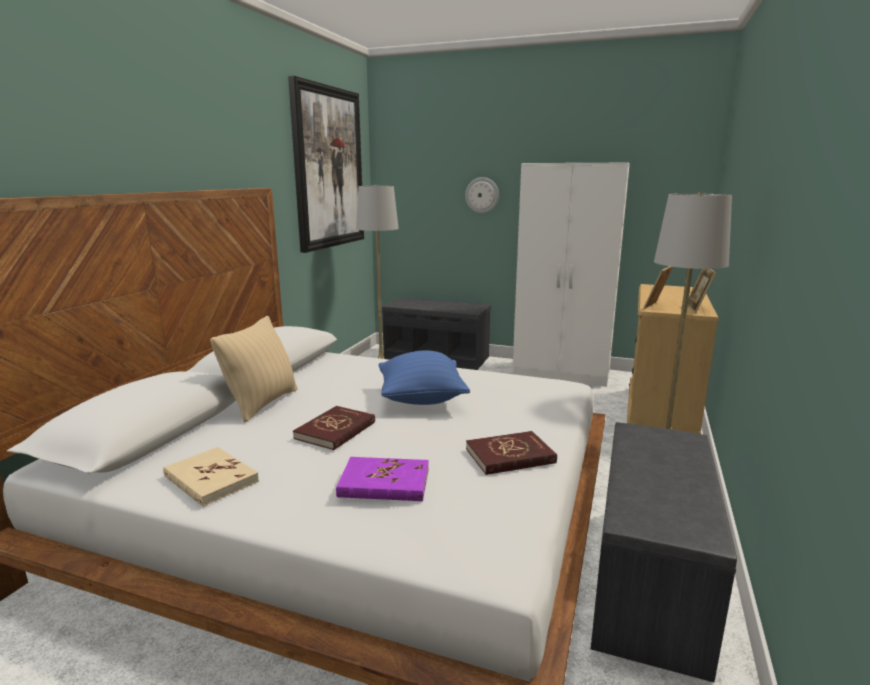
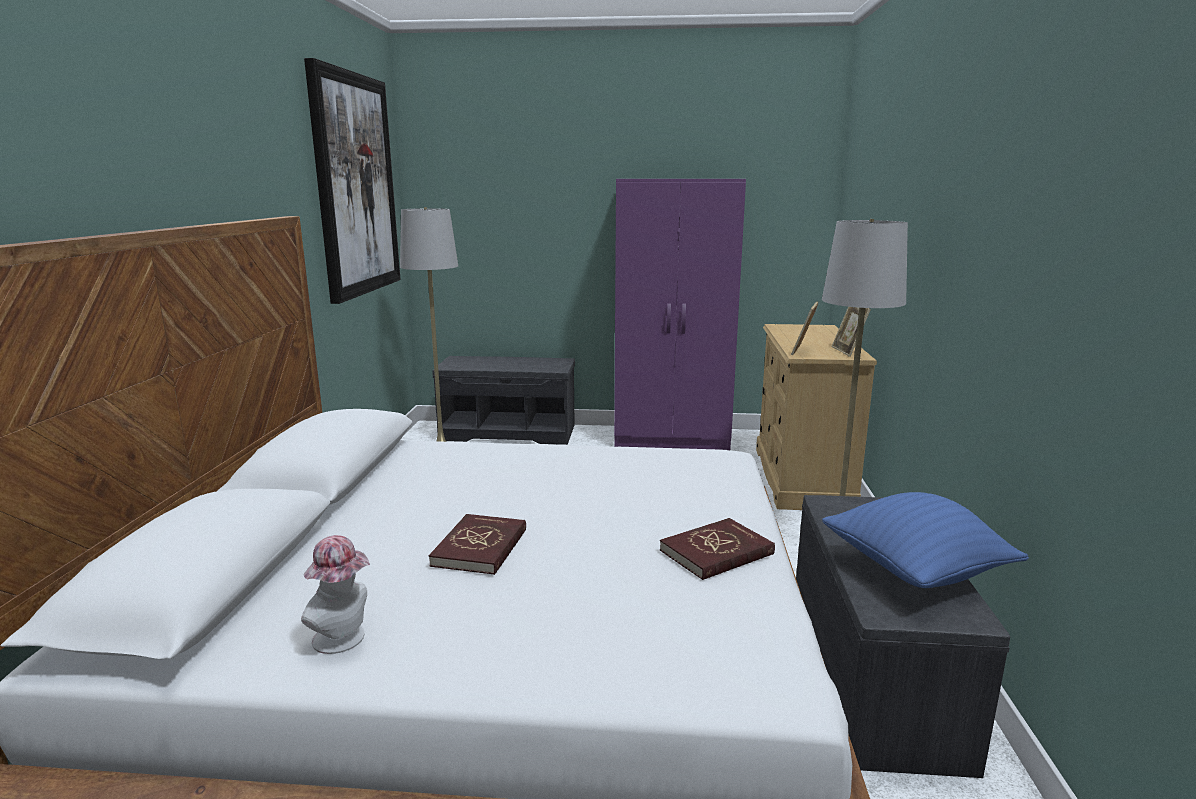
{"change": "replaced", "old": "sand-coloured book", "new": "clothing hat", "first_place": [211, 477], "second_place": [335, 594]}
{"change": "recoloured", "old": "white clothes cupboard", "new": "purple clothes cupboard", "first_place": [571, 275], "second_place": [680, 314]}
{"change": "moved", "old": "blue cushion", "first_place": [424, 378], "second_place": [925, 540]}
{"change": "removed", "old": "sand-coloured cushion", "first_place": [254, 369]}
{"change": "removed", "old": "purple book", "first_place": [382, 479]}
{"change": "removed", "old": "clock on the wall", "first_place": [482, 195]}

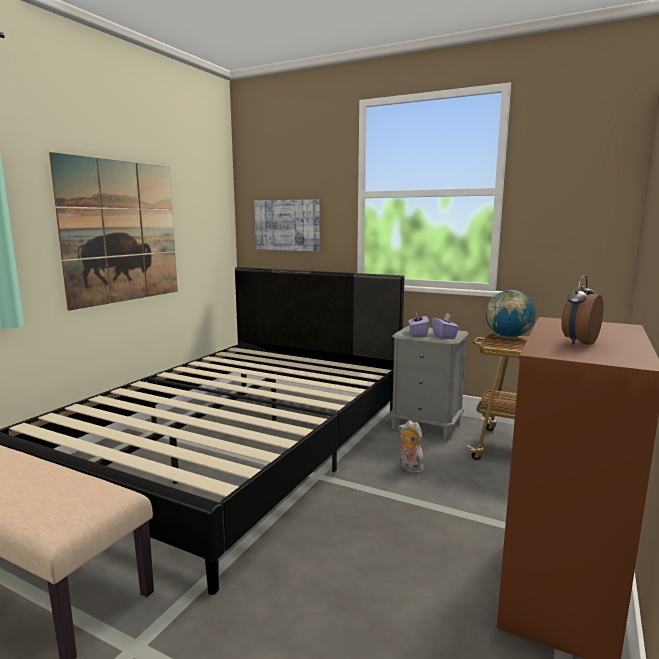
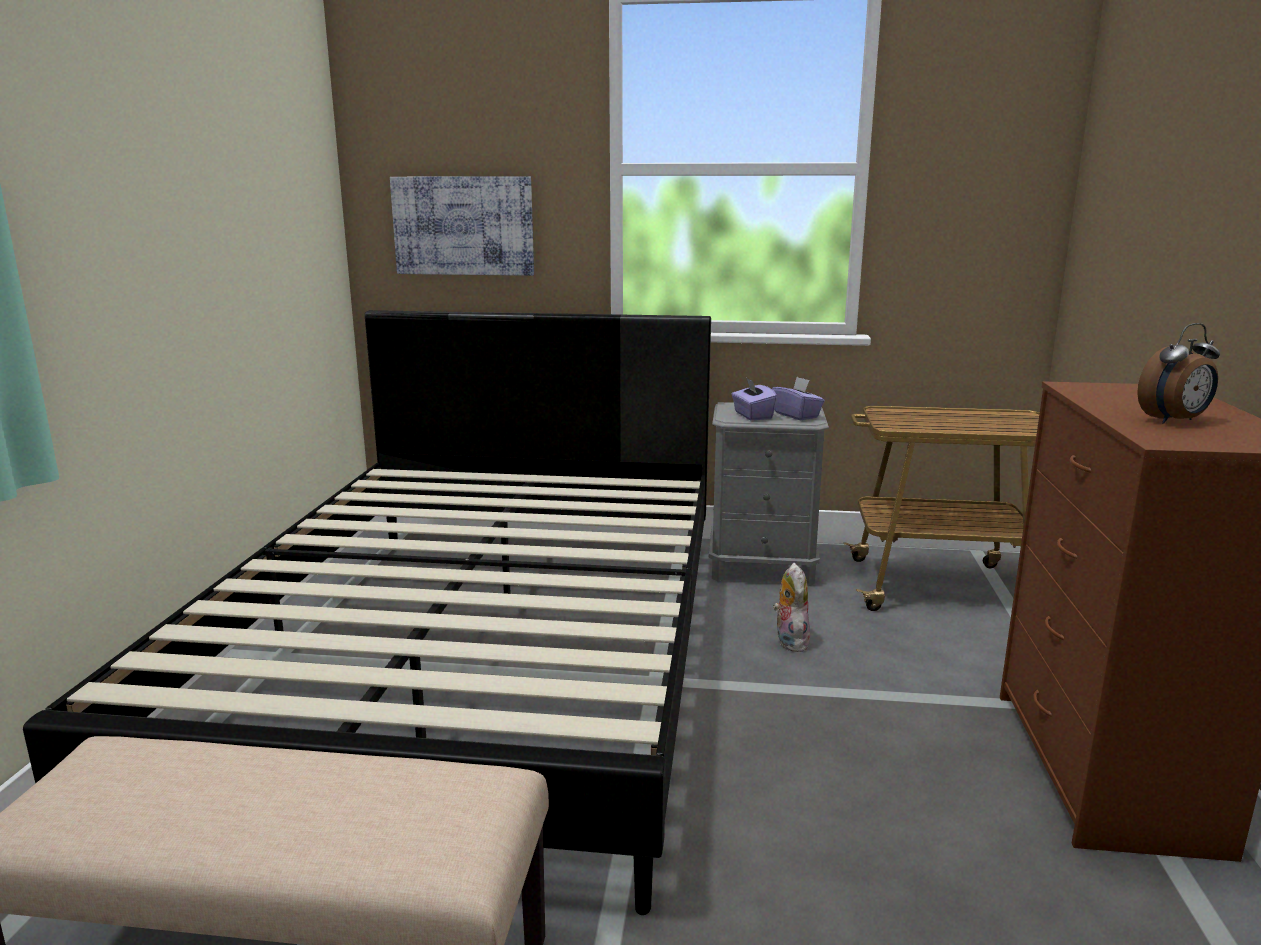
{"change": "turned", "old": "soft toy", "first_place": [411, 446], "second_place": [791, 607], "degrees": 60}
{"change": "turned", "old": "table clock", "first_place": [582, 310], "second_place": [1178, 373], "degrees": -135}
{"change": "removed", "old": "wall picture", "first_place": [113, 231]}
{"change": "removed", "old": "world globe", "first_place": [511, 313]}

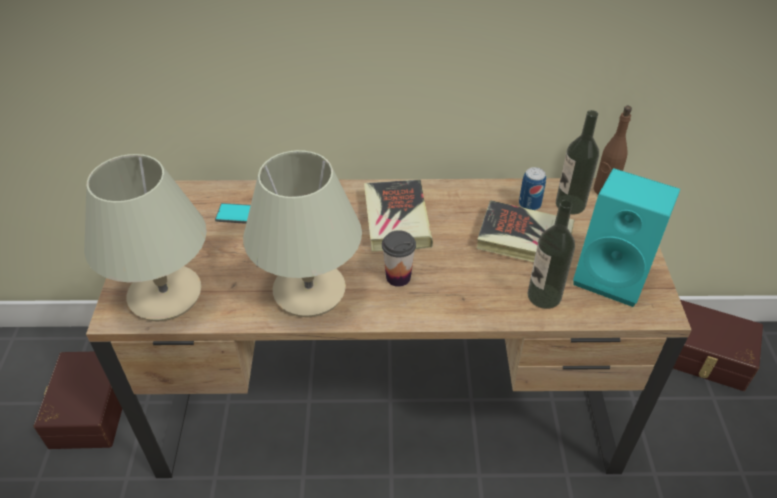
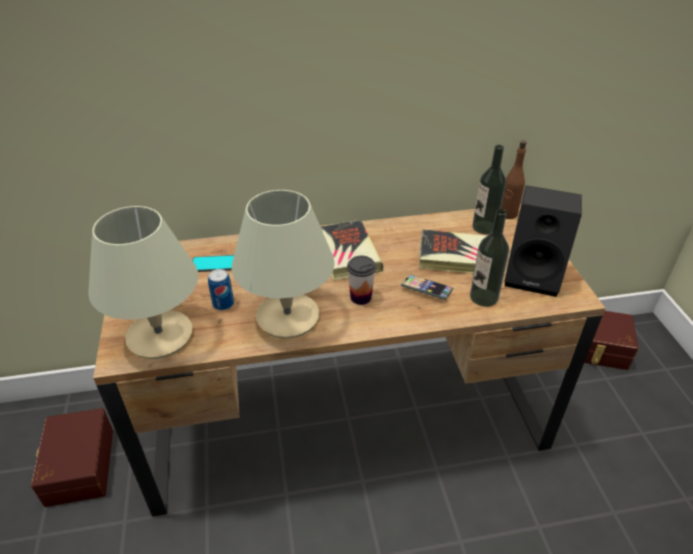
{"change": "moved", "old": "can", "first_place": [532, 188], "second_place": [221, 290]}
{"change": "added", "new": "handset", "second_place": [427, 287]}
{"change": "recoloured", "old": "turquoise loudspeaker", "new": "blackish loudspeaker", "first_place": [626, 237], "second_place": [543, 241]}

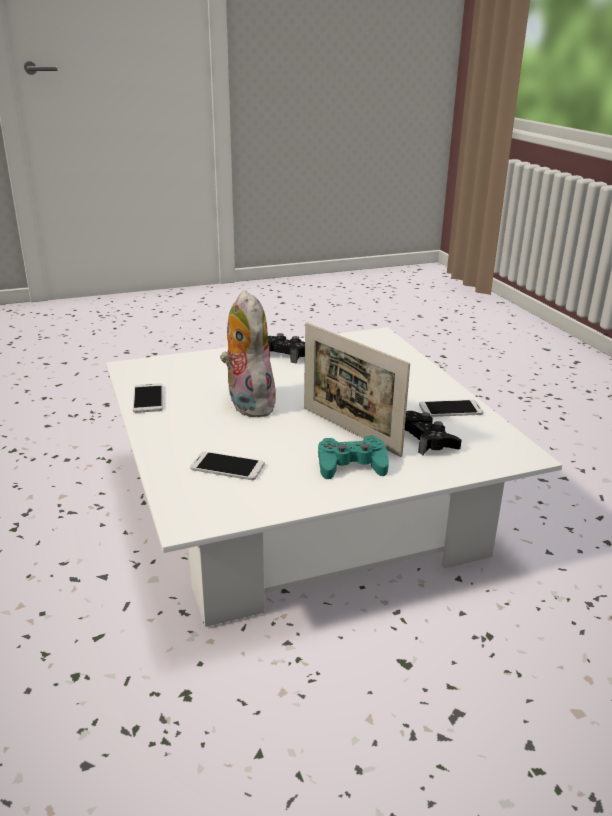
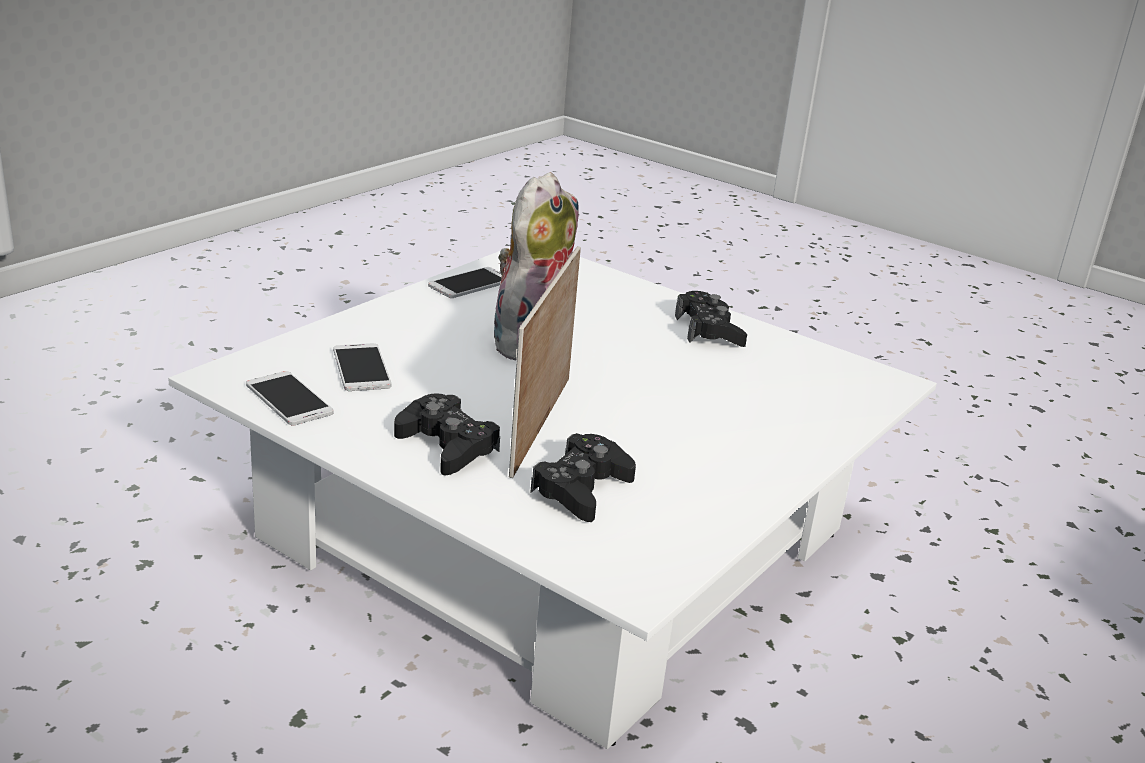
{"change": "moved", "old": "handset", "first_place": [451, 408], "second_place": [290, 398]}
{"change": "recoloured", "old": "turquoise game controller", "new": "blackish game controller", "first_place": [353, 457], "second_place": [447, 434]}

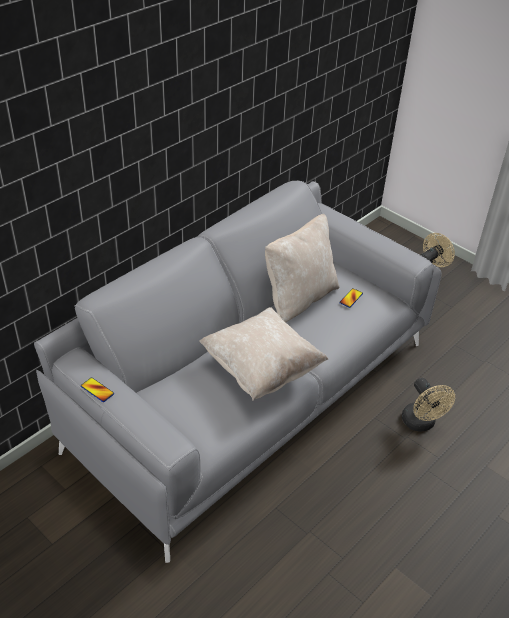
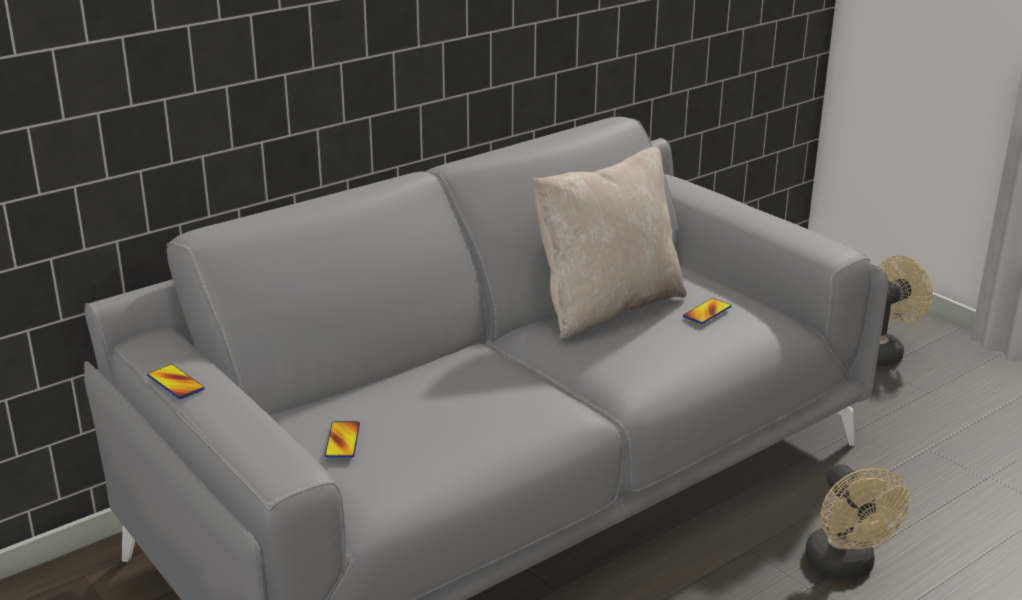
{"change": "added", "new": "handset", "second_place": [342, 439]}
{"change": "removed", "old": "sand-coloured cushion", "first_place": [263, 354]}

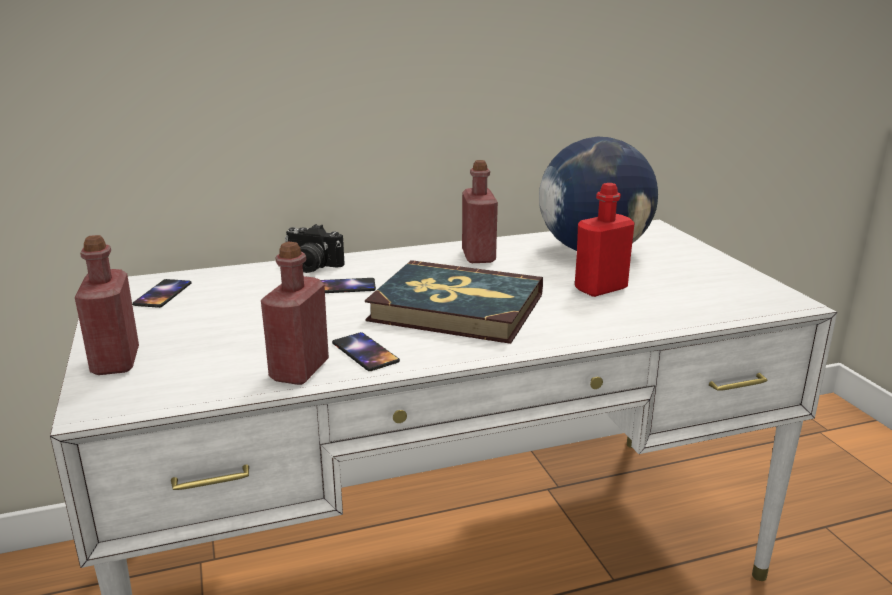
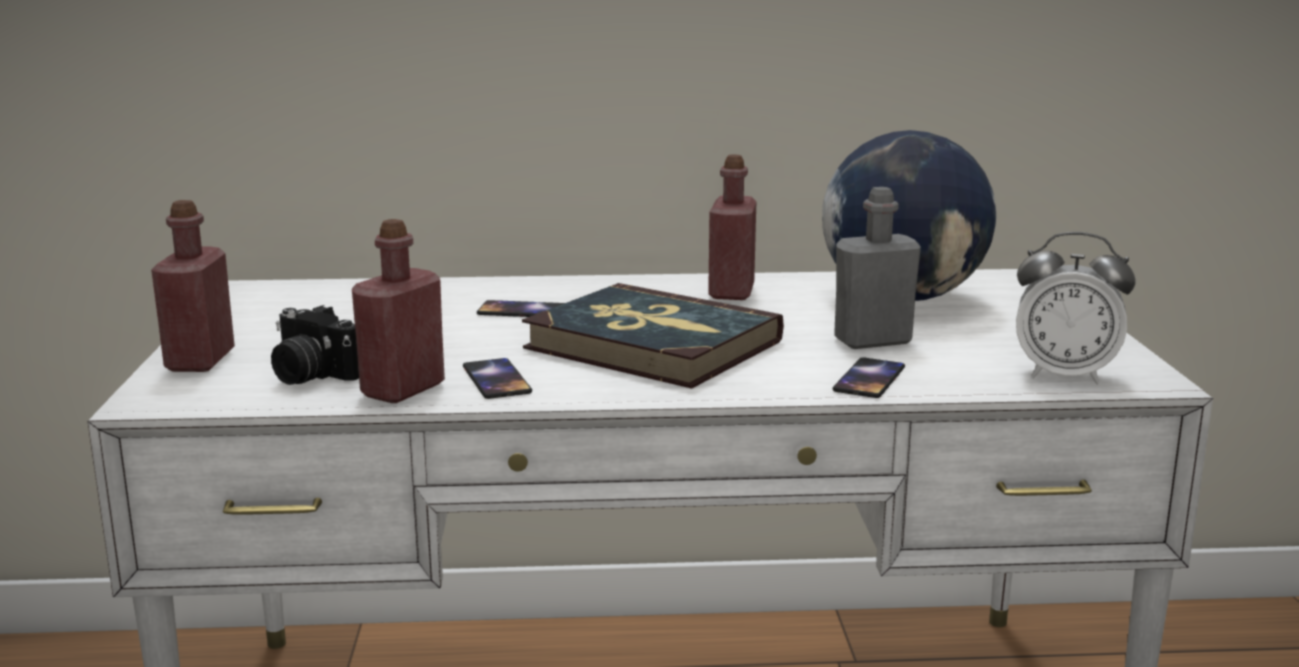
{"change": "moved", "old": "still camera", "first_place": [315, 248], "second_place": [315, 345]}
{"change": "moved", "old": "handset", "first_place": [161, 293], "second_place": [869, 377]}
{"change": "recoloured", "old": "reddish beverage bottle", "new": "gray beverage bottle", "first_place": [604, 240], "second_place": [877, 268]}
{"change": "added", "new": "table clock", "second_place": [1076, 308]}

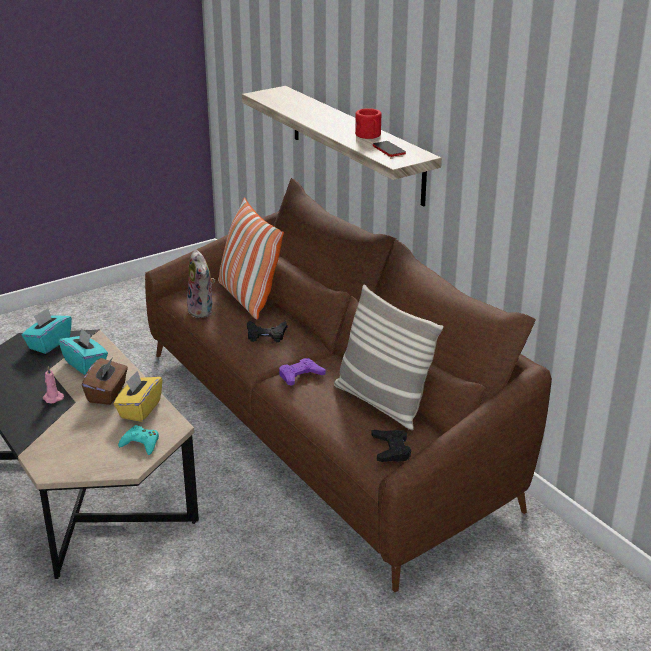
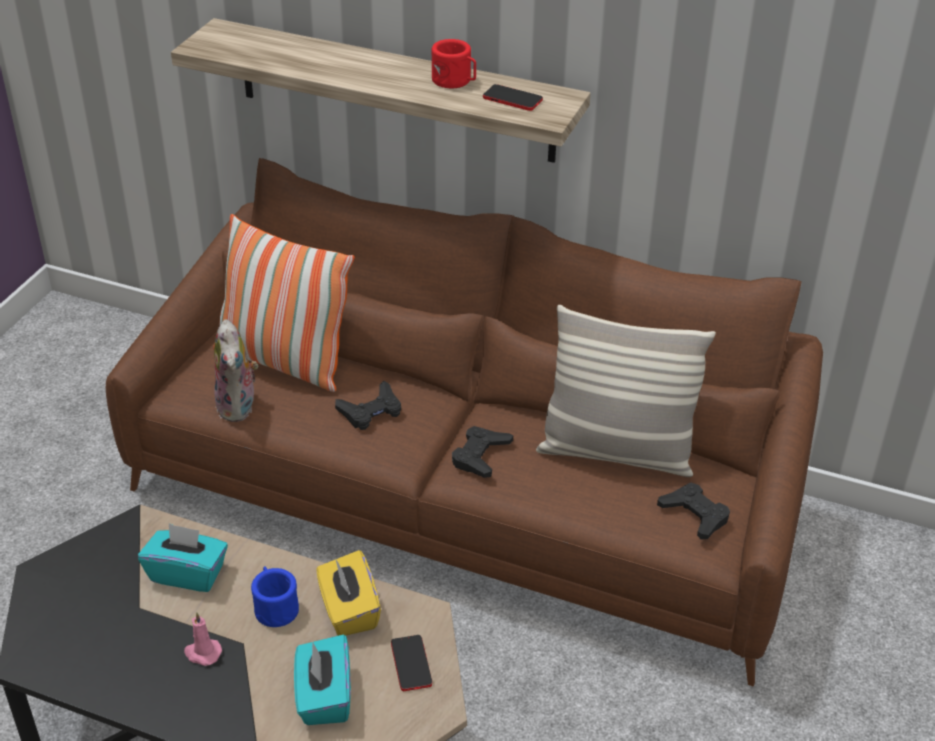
{"change": "turned", "old": "soft toy", "first_place": [201, 283], "second_place": [236, 370], "degrees": 45}
{"change": "replaced", "old": "brown tissue box", "new": "blue tea mug", "first_place": [105, 381], "second_place": [275, 596]}
{"change": "moved", "old": "turquoise tissue box", "first_place": [46, 331], "second_place": [322, 680]}
{"change": "replaced", "old": "turquoise game controller", "new": "handset", "first_place": [138, 440], "second_place": [411, 663]}
{"change": "recoloured", "old": "purple game controller", "new": "blackish game controller", "first_place": [302, 372], "second_place": [482, 452]}

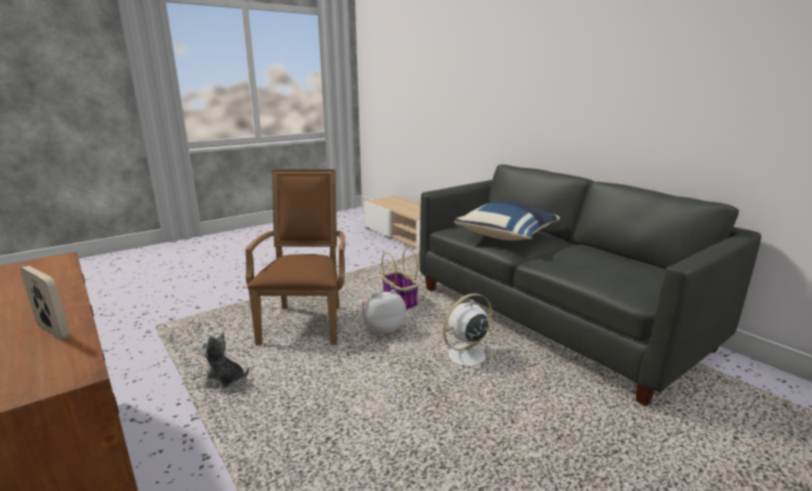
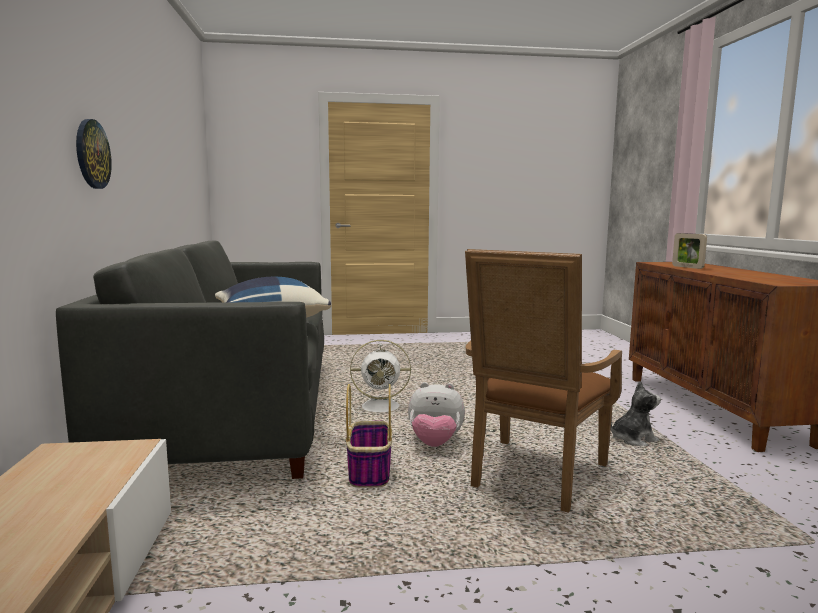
{"change": "added", "new": "clock on the wall", "second_place": [94, 154]}
{"change": "turned", "old": "soft toy", "first_place": [223, 362], "second_place": [636, 413], "degrees": -60}

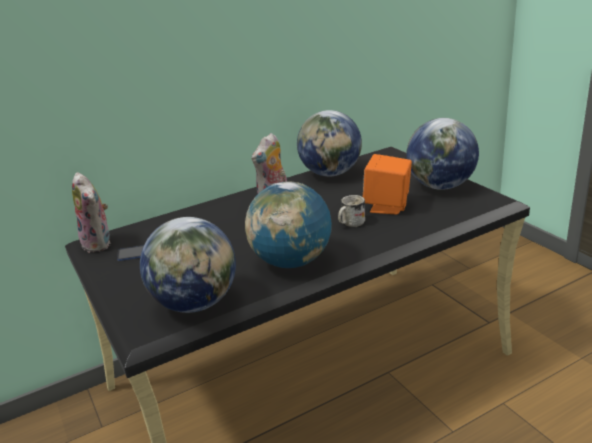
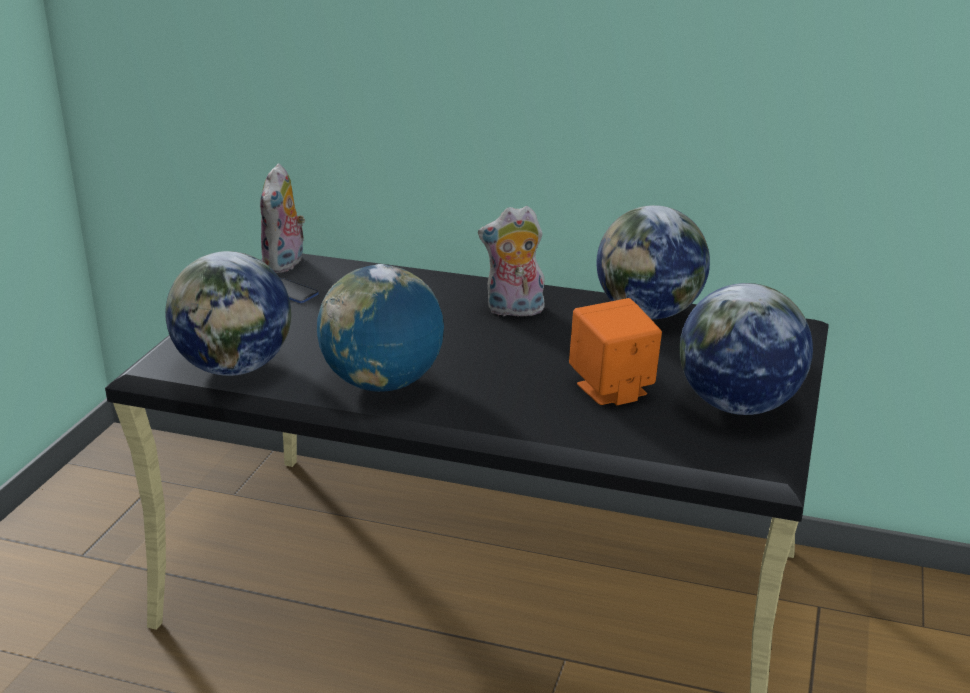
{"change": "removed", "old": "white tea mug", "first_place": [351, 211]}

